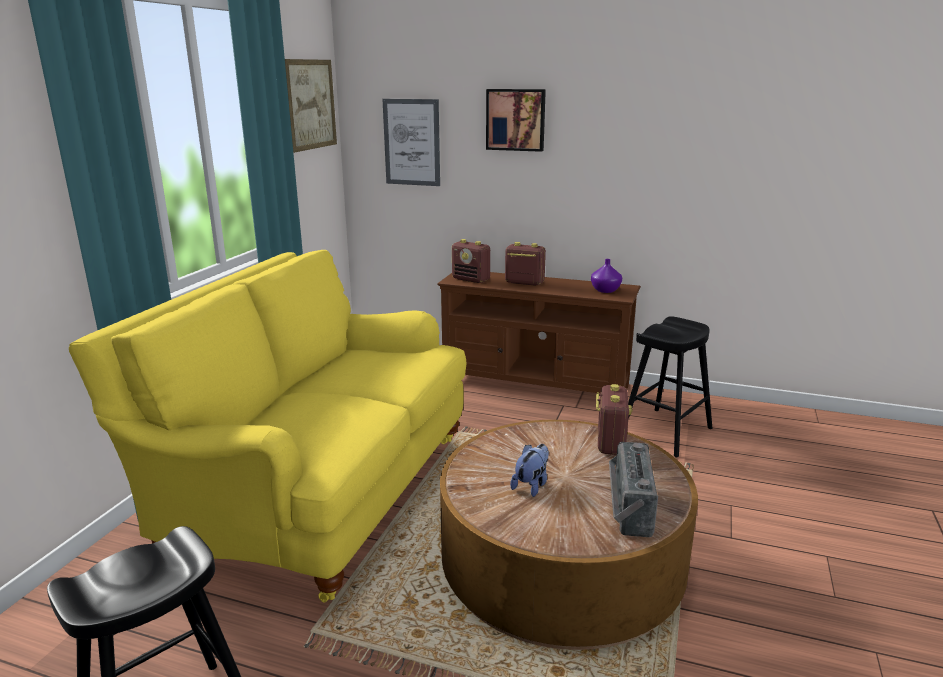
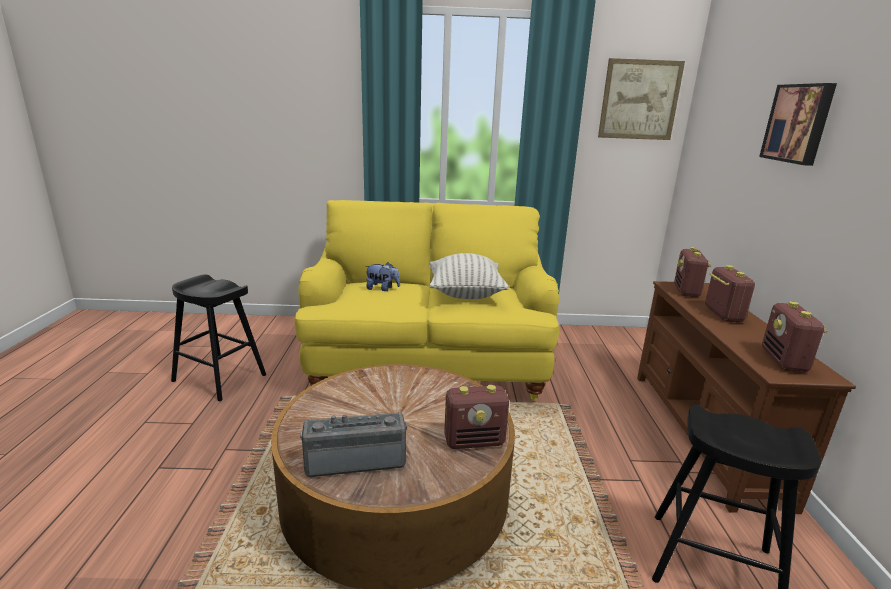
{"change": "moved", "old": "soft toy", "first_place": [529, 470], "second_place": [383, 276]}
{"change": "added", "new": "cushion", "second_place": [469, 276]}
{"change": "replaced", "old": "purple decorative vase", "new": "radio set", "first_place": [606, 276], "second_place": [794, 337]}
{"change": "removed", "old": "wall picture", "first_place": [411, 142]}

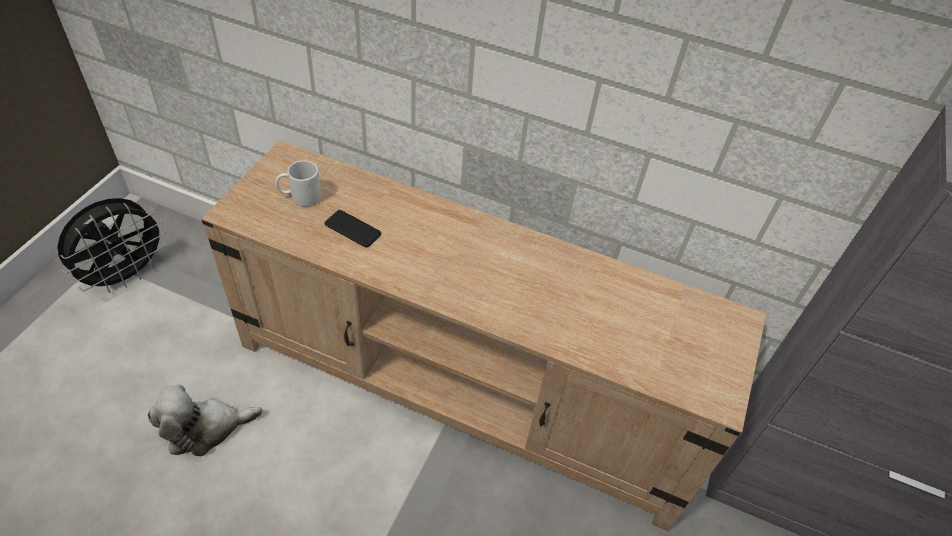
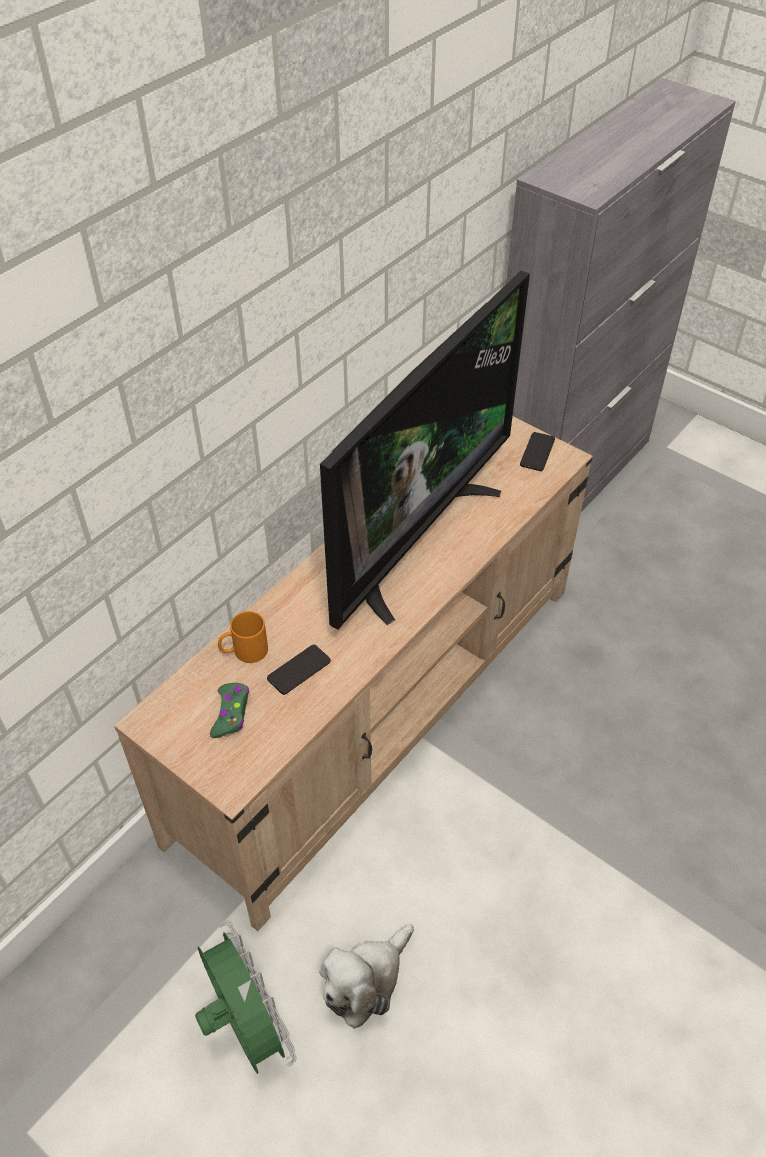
{"change": "added", "new": "green-coloured electric fan", "second_place": [245, 997]}
{"change": "replaced", "old": "white tea mug", "new": "green-coloured game controller", "first_place": [299, 183], "second_place": [229, 710]}
{"change": "added", "new": "orangey tea mug", "second_place": [243, 637]}
{"change": "added", "new": "television", "second_place": [425, 450]}
{"change": "turned", "old": "soft toy", "first_place": [205, 420], "second_place": [367, 976], "degrees": 45}
{"change": "added", "new": "handset", "second_place": [537, 451]}
{"change": "removed", "old": "blackish electric fan", "first_place": [112, 245]}

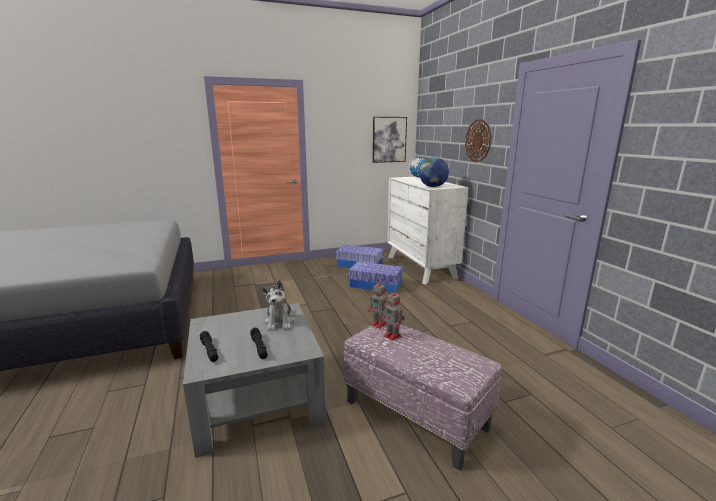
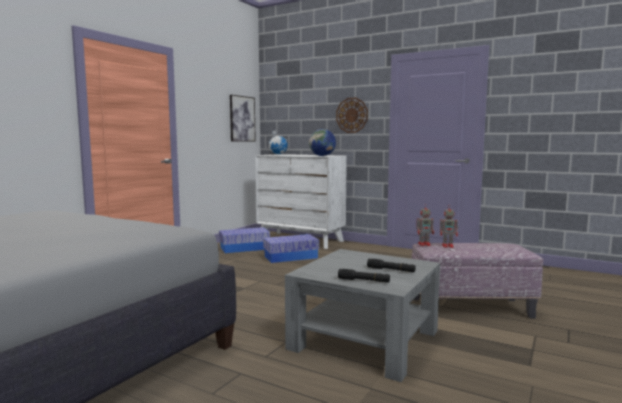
{"change": "removed", "old": "soft toy", "first_place": [278, 305]}

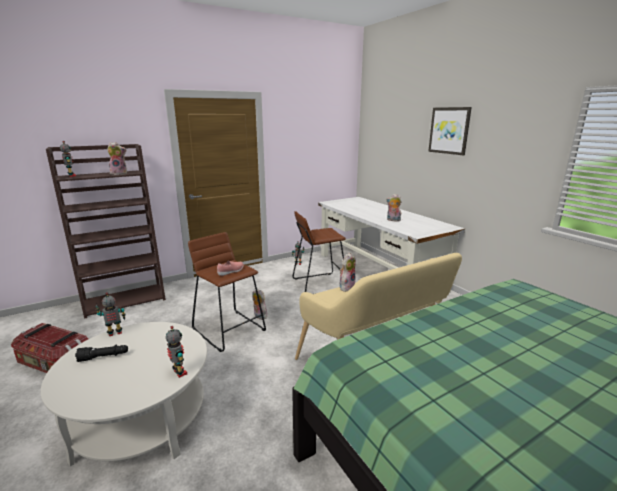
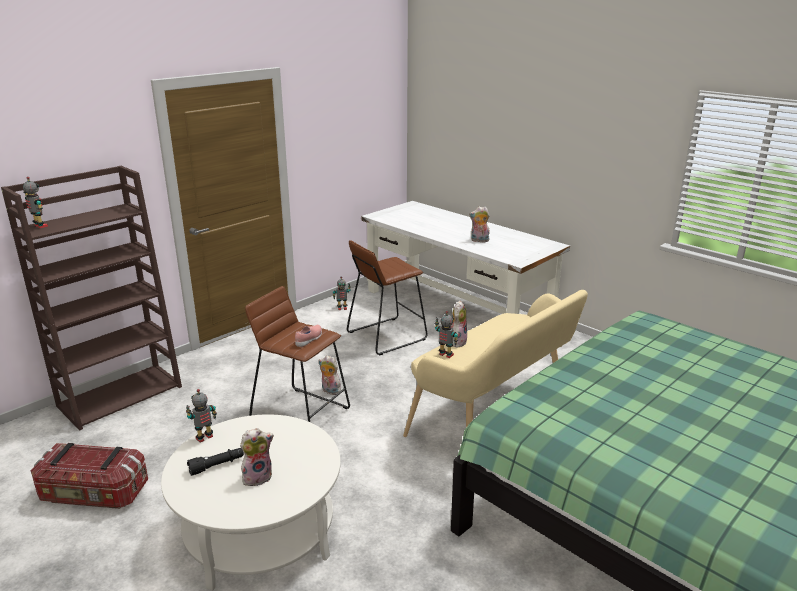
{"change": "moved", "old": "soft toy", "first_place": [117, 158], "second_place": [257, 457]}
{"change": "moved", "old": "robot figure", "first_place": [176, 352], "second_place": [446, 334]}
{"change": "removed", "old": "wall picture", "first_place": [450, 131]}

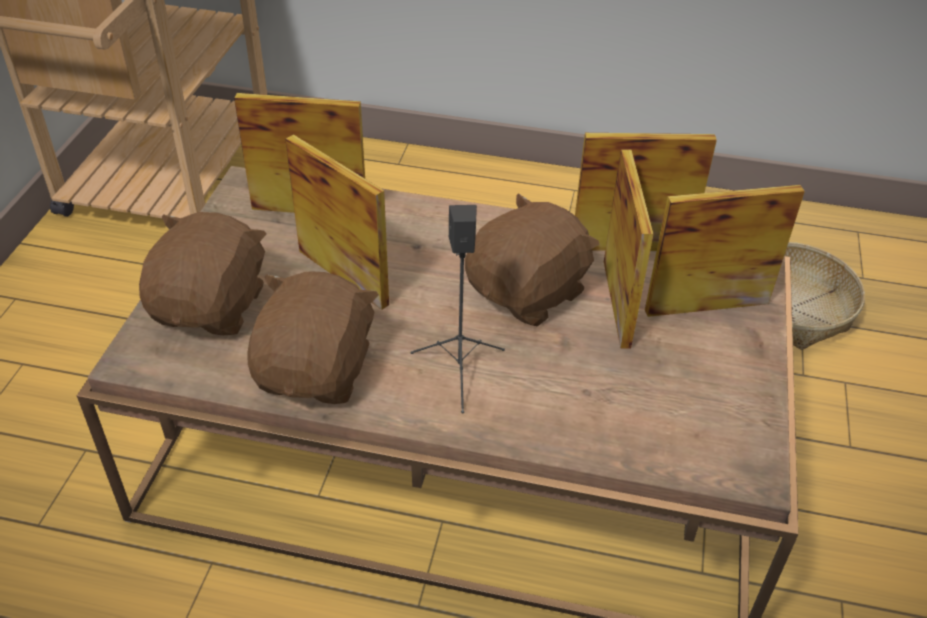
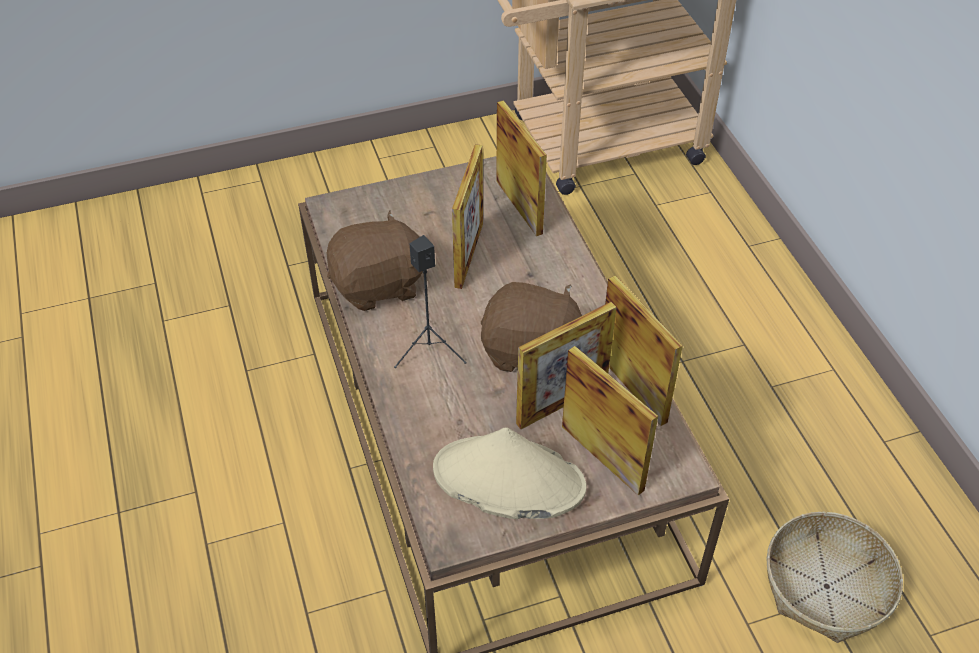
{"change": "added", "new": "sand-coloured clothing hat", "second_place": [510, 473]}
{"change": "removed", "old": "brown soft toy", "first_place": [202, 274]}

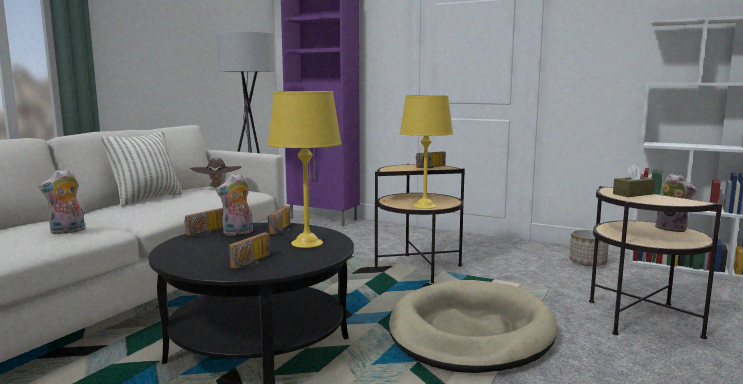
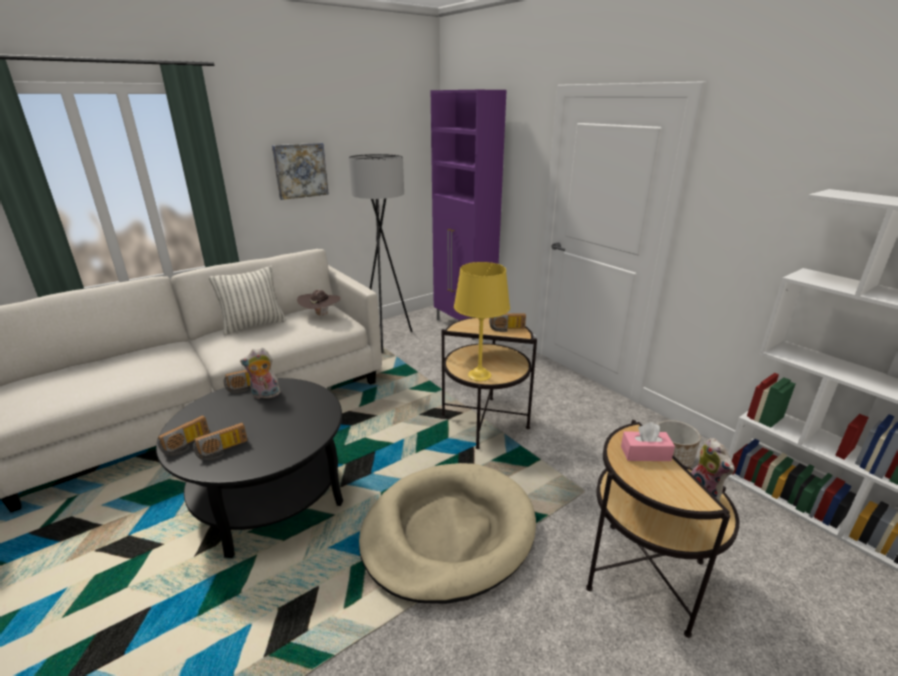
{"change": "moved", "old": "radio set", "first_place": [279, 220], "second_place": [183, 435]}
{"change": "added", "new": "wall picture", "second_place": [300, 171]}
{"change": "recoloured", "old": "brown tissue box", "new": "pinkish tissue box", "first_place": [634, 180], "second_place": [648, 441]}
{"change": "removed", "old": "soft toy", "first_place": [62, 201]}
{"change": "removed", "old": "yellow-coloured tabletop lamp", "first_place": [305, 169]}

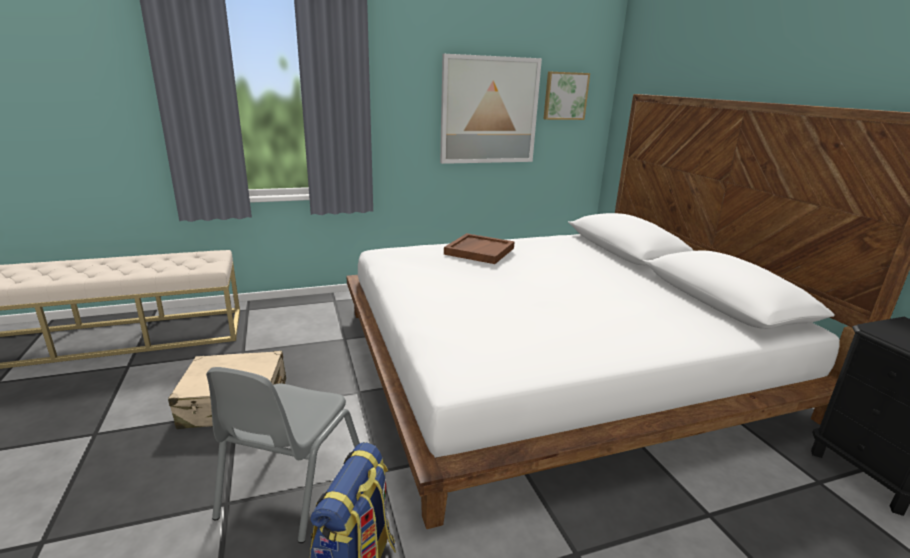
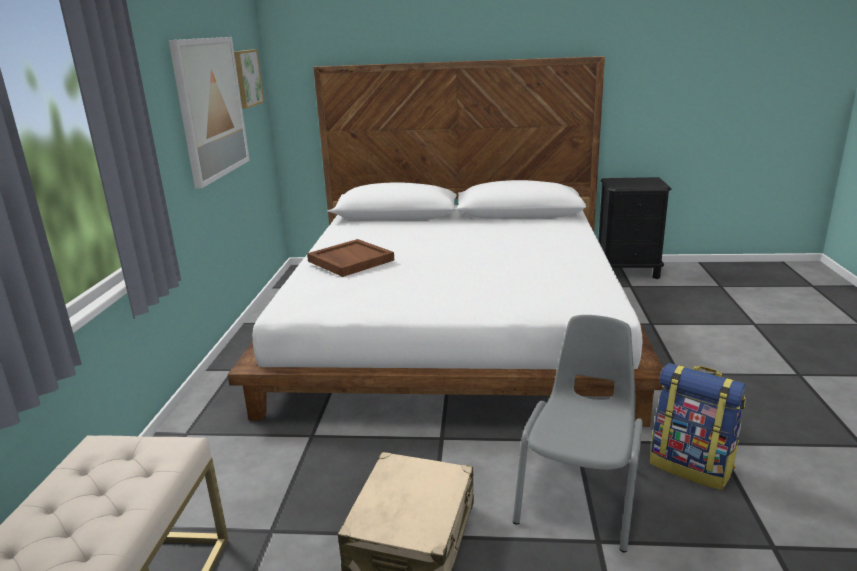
{"change": "turned", "old": "gray chair", "first_place": [283, 455], "second_place": [578, 433], "degrees": -105}

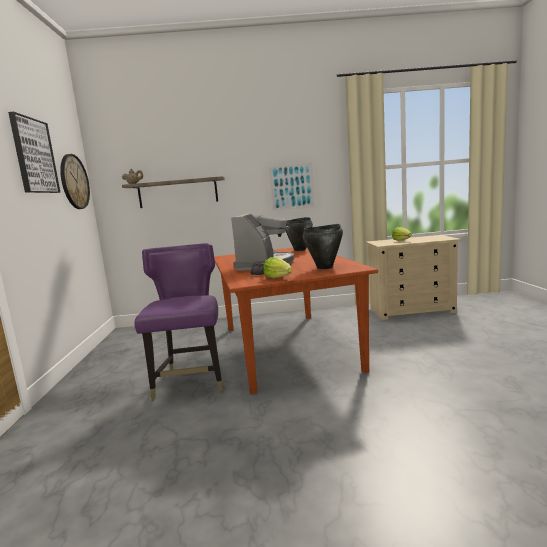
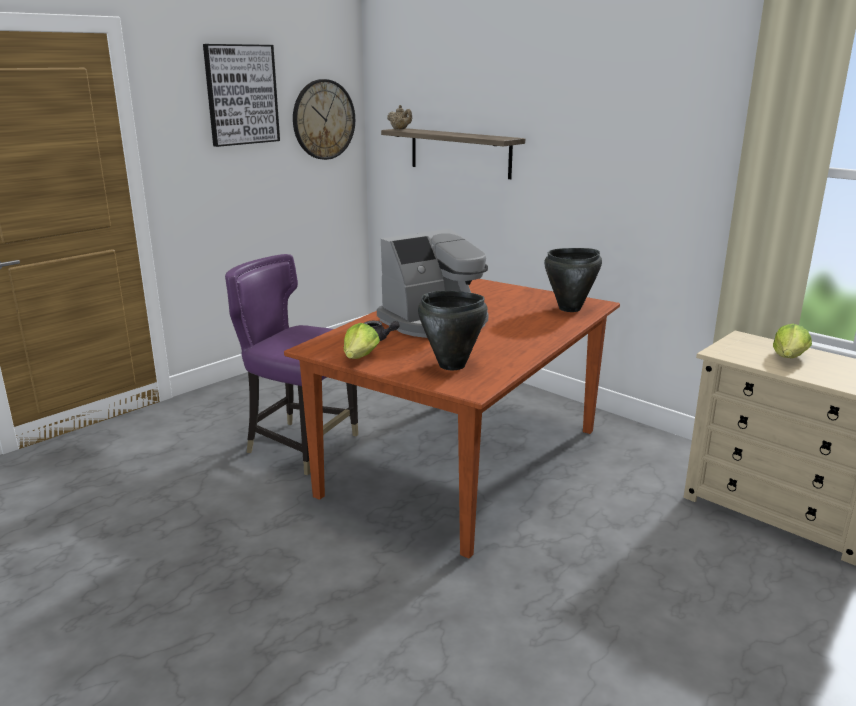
{"change": "turned", "old": "purple chair", "first_place": [179, 321], "second_place": [291, 365], "degrees": -105}
{"change": "removed", "old": "wall picture", "first_place": [291, 187]}

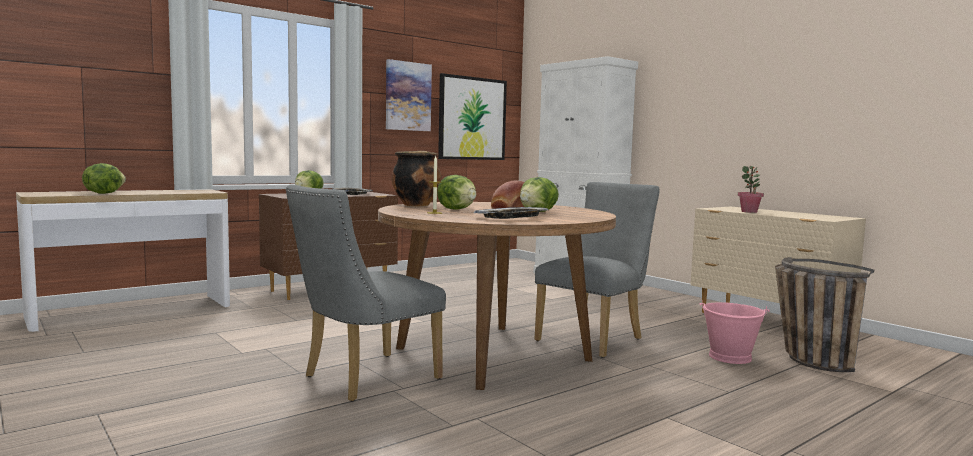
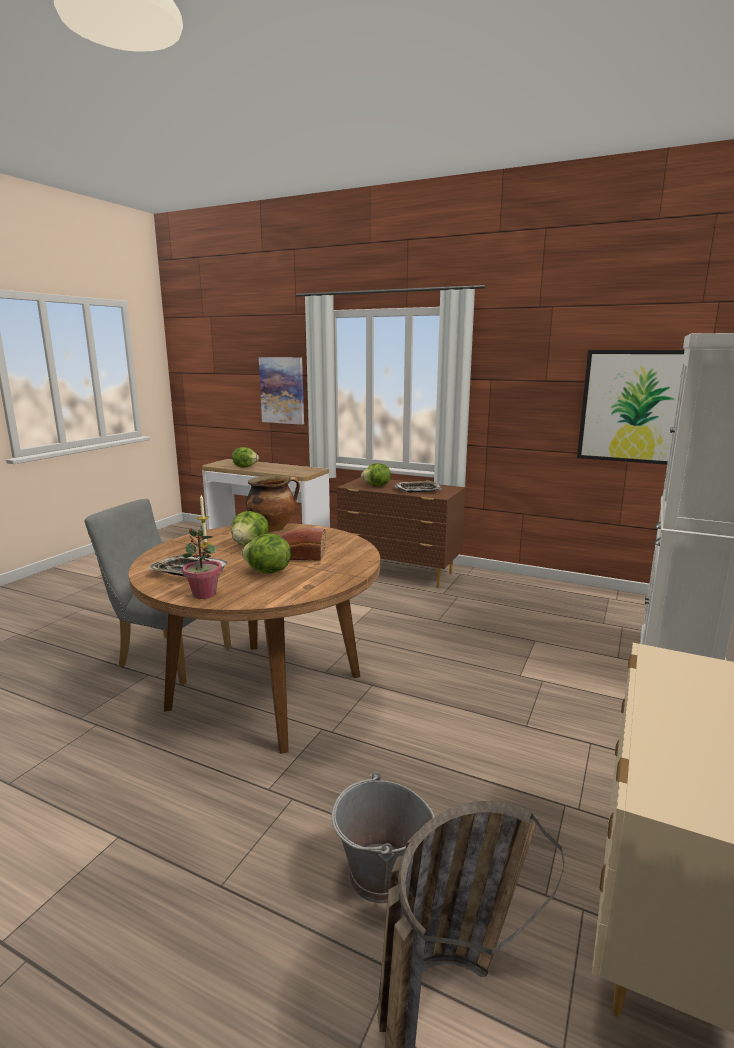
{"change": "moved", "old": "houseplant", "first_place": [751, 189], "second_place": [202, 562]}
{"change": "moved", "old": "wall picture", "first_place": [409, 95], "second_place": [281, 391]}
{"change": "recoloured", "old": "pinkish pail", "new": "gray pail", "first_place": [735, 332], "second_place": [383, 837]}
{"change": "removed", "old": "gray chair", "first_place": [597, 270]}

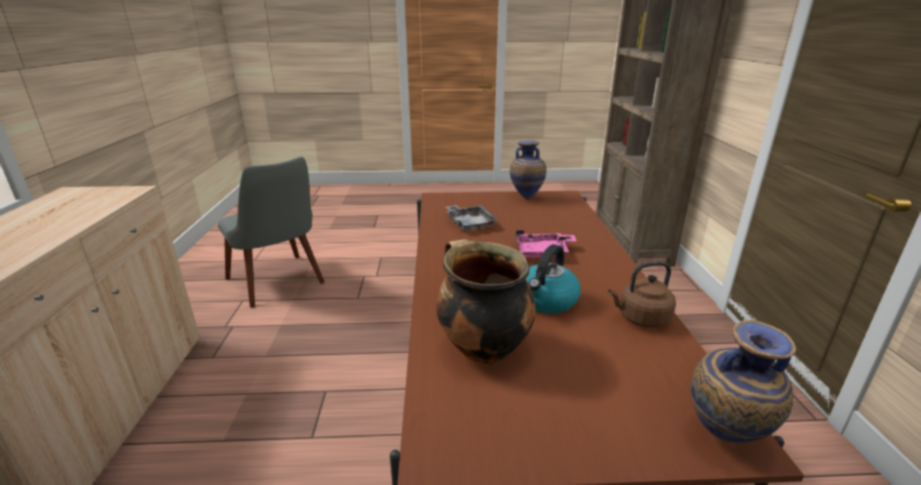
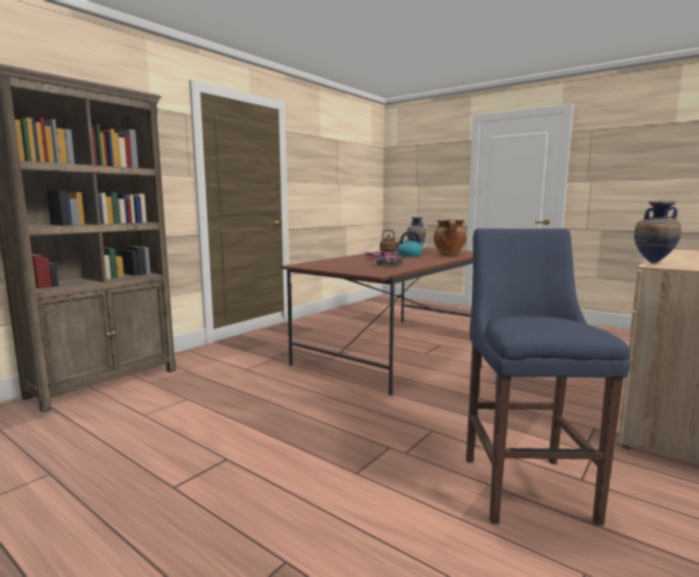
{"change": "replaced", "old": "gray chair", "new": "blue stool seat", "first_place": [271, 232], "second_place": [548, 377]}
{"change": "moved", "old": "decorative vase", "first_place": [528, 170], "second_place": [657, 231]}

